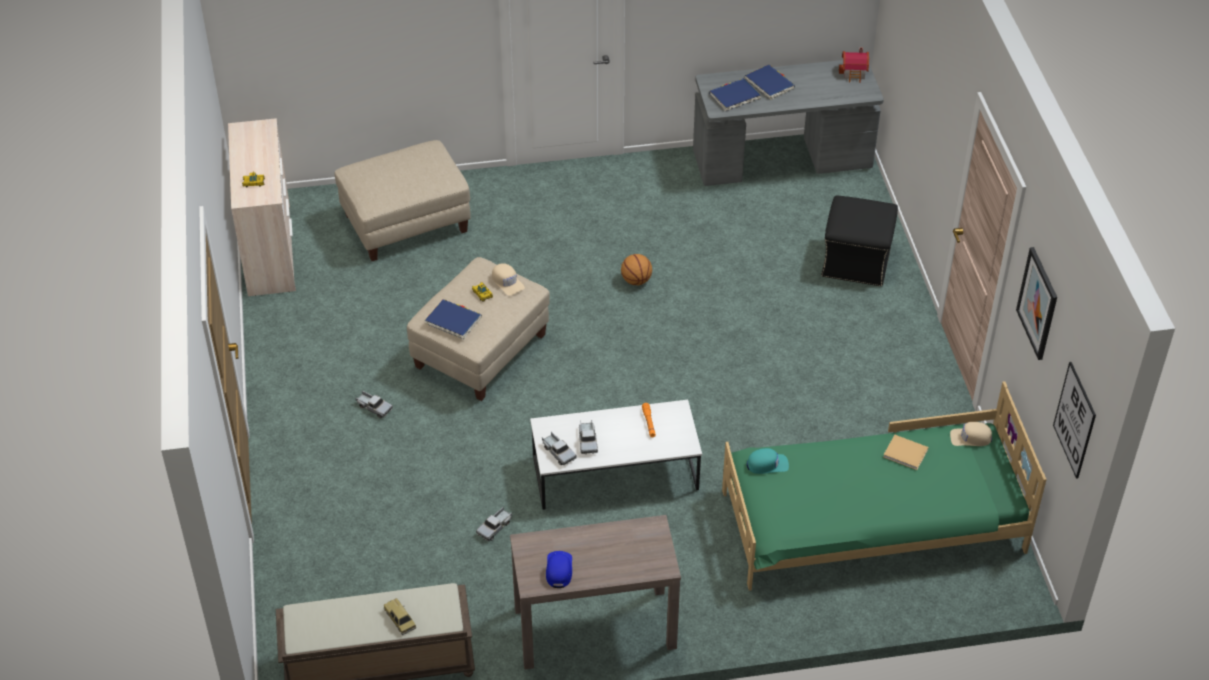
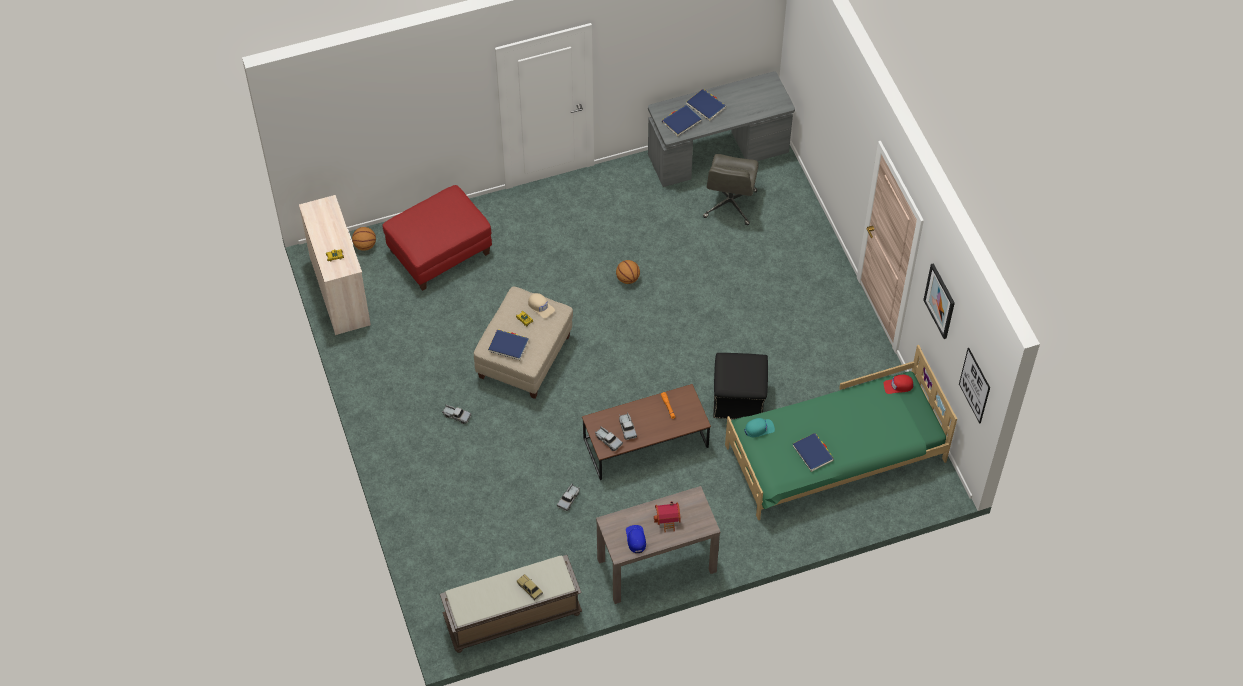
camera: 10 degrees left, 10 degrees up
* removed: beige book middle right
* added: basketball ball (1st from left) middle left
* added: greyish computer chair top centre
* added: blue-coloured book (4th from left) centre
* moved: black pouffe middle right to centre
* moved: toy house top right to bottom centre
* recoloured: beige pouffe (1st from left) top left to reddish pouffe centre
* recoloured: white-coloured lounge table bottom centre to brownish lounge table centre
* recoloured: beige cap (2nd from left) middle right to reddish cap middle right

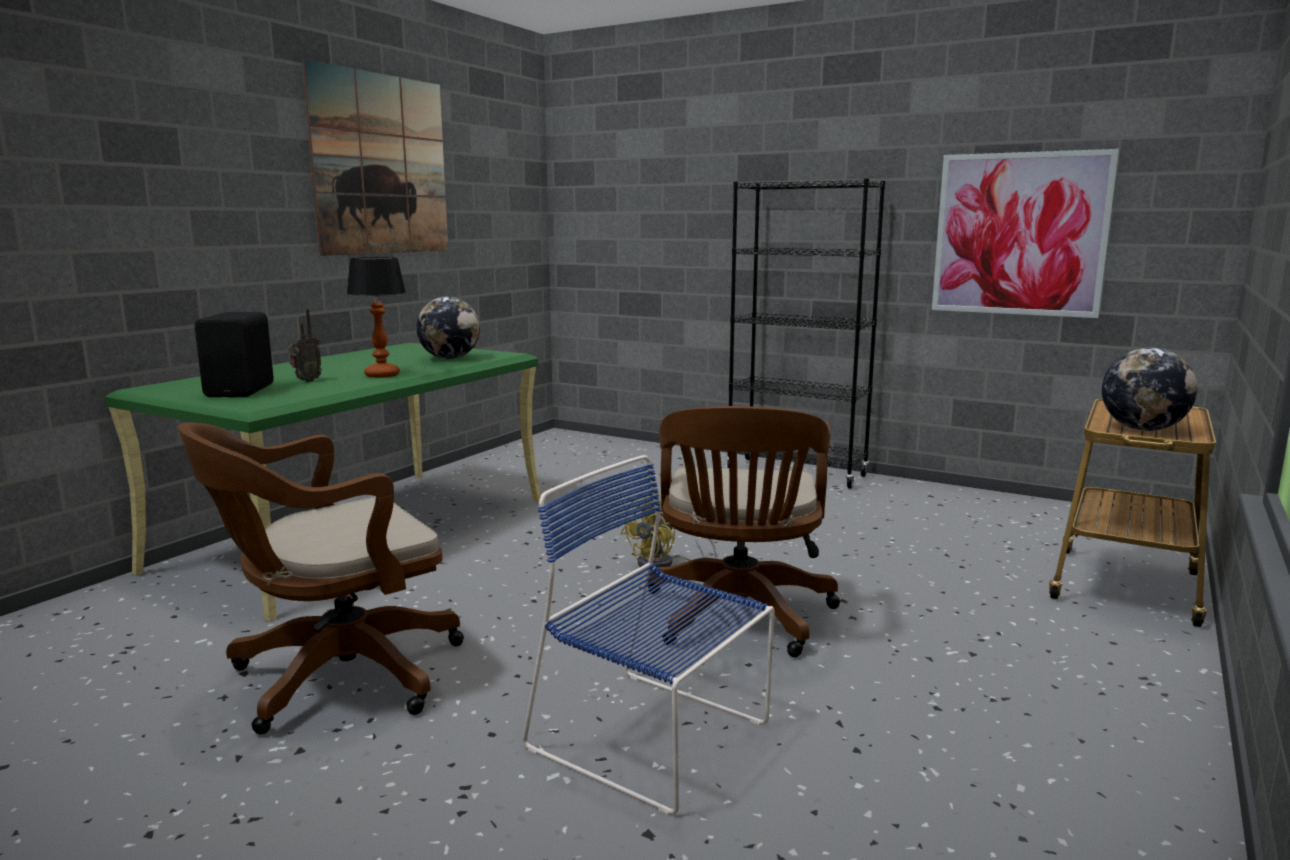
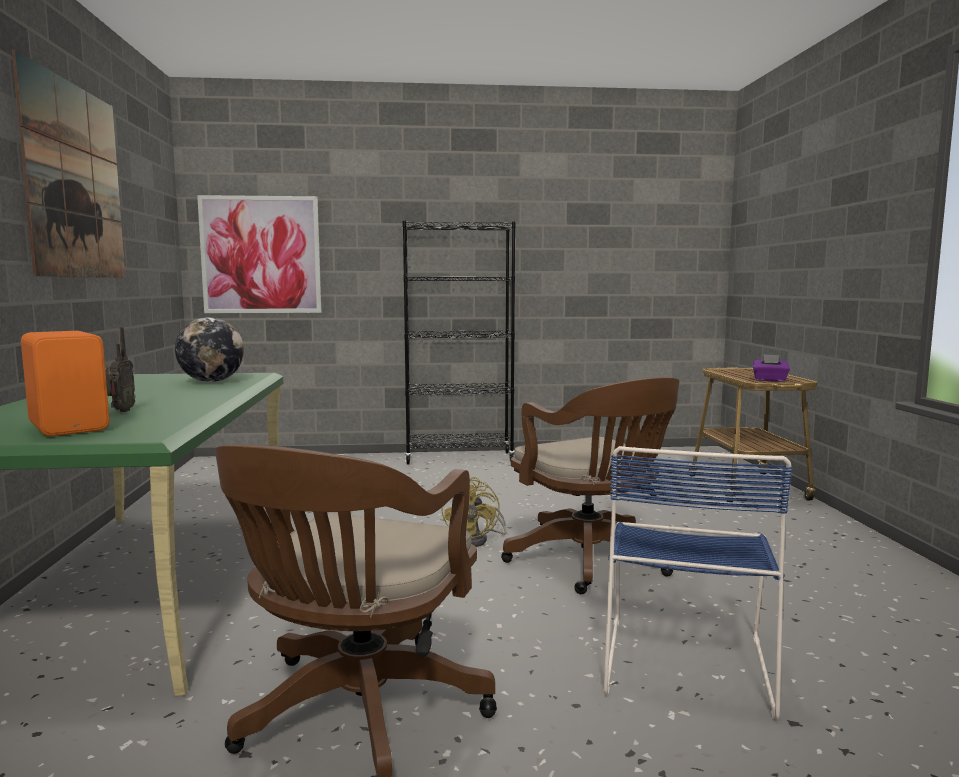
camera: 35 degrees left, 5 degrees down
* removed: lamp for a table middle left
* moved: picture (2nd from left) top right to top left
* replaced: globe (2nd from left) middle right to purple box of tissues middle right
* recoloured: black loudspeaker middle left to orange loudspeaker middle left
* turned: blue-coloured chair bottom centre = bottom right 75 degrees counterclockwise

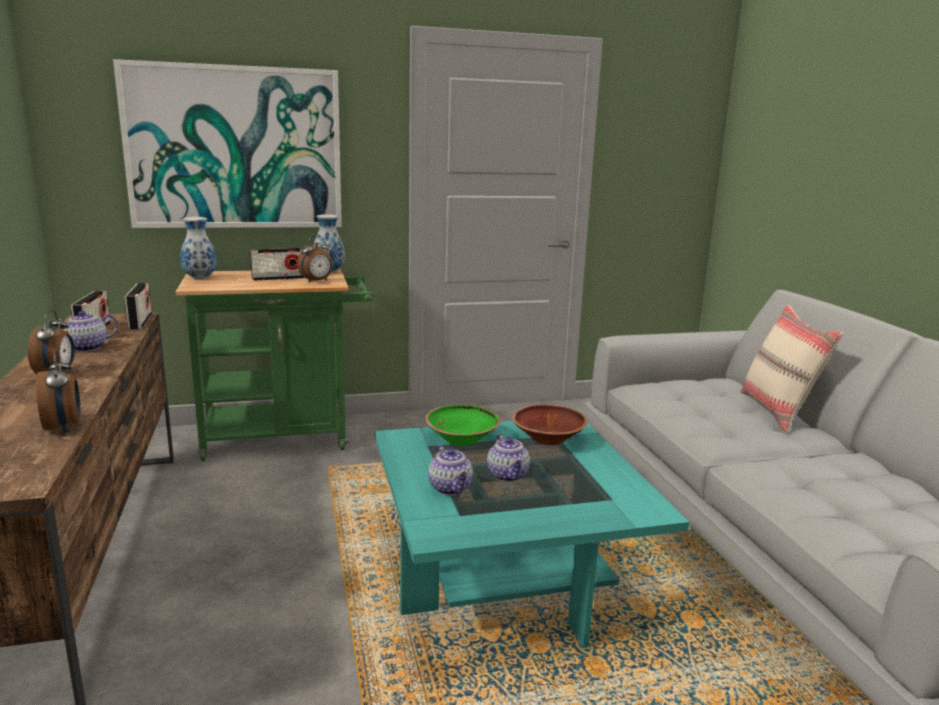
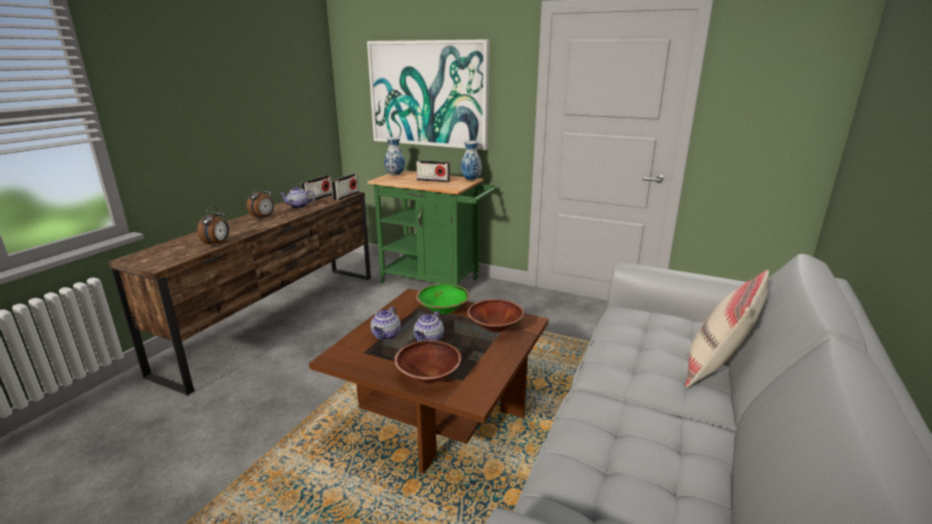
camera: 40 degrees right, 5 degrees up
* removed: bedside clock (3rd from left) centre
* added: brownish deep dish (1st from left) bottom centre
* recoloured: turquoise-coloured lounge table bottom centre to brownish lounge table bottom centre

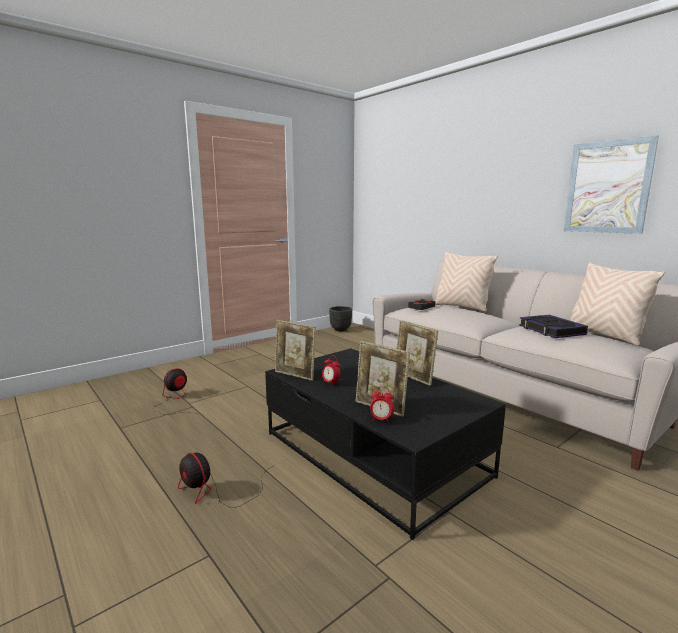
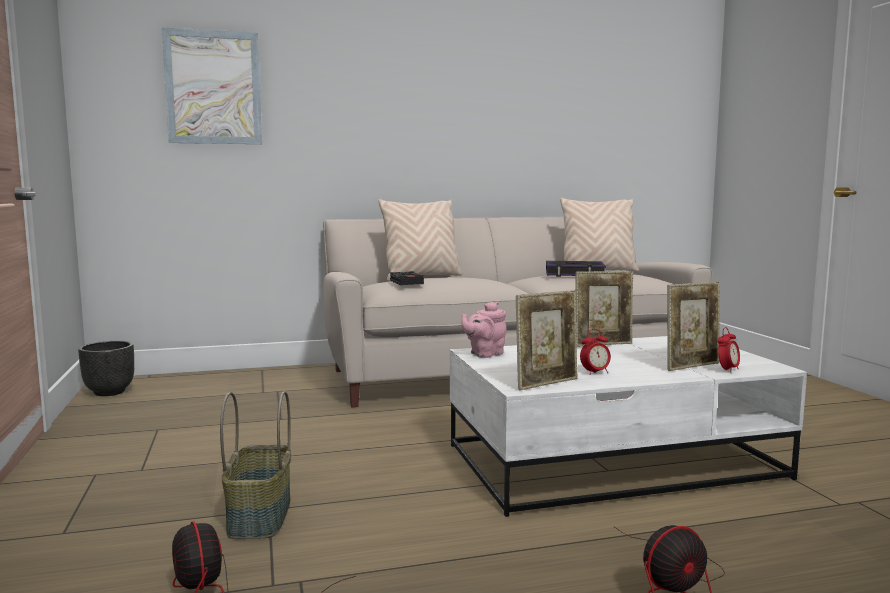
camera: 65 degrees left, 5 degrees down
* added: basket bottom left
* added: pink-coloured pot for tea centre
* moved: picture top right to top left
* recoloured: black lounge table bottom centre to white-coloured lounge table bottom right

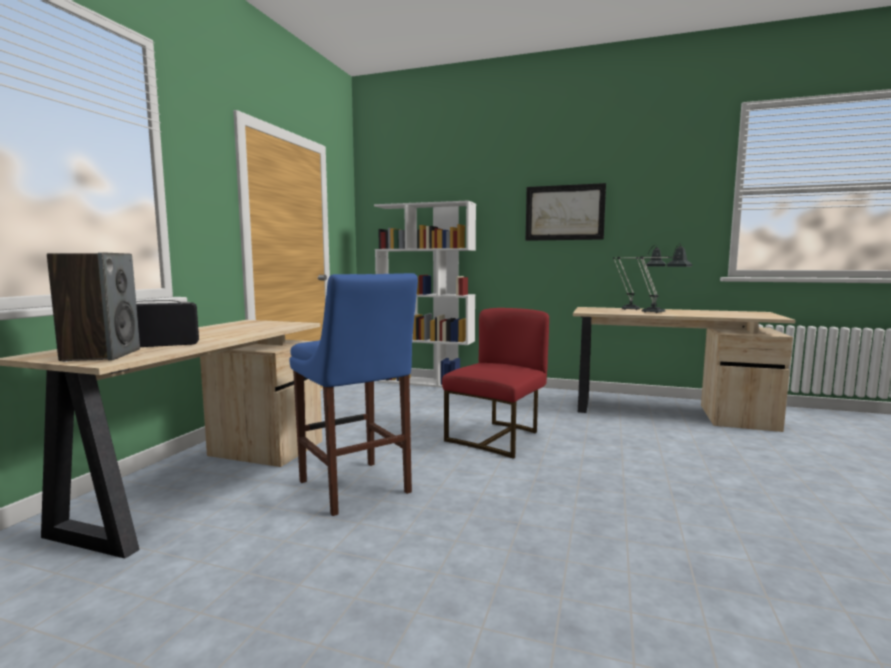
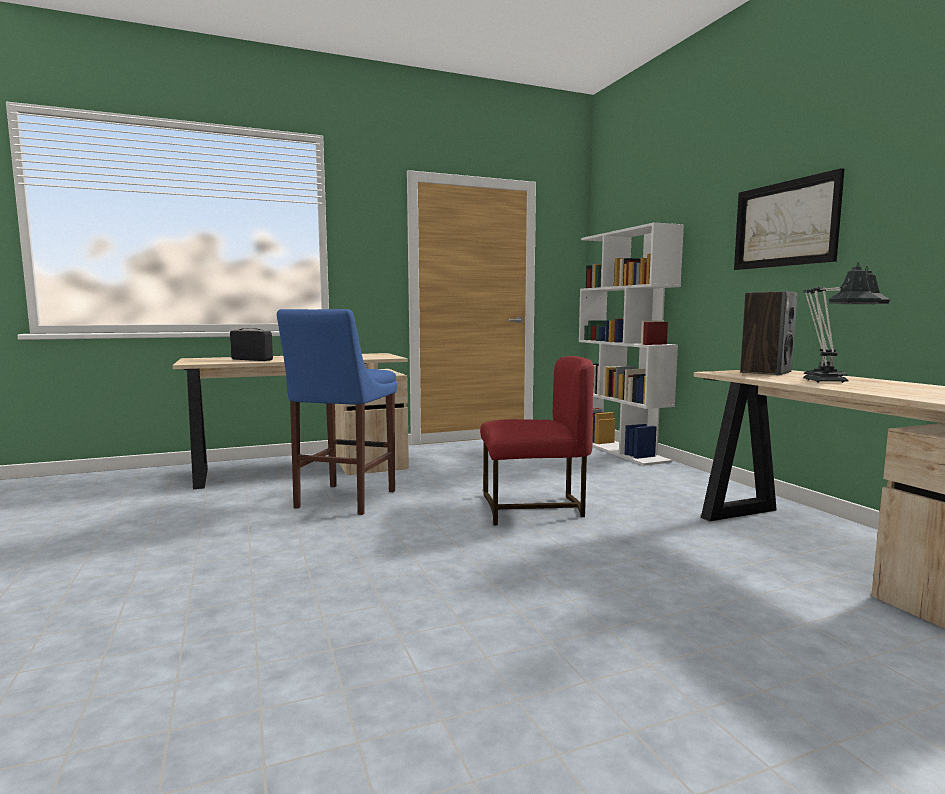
camera: 50 degrees right, 0 degrees up
* moved: loudspeaker middle left to middle right

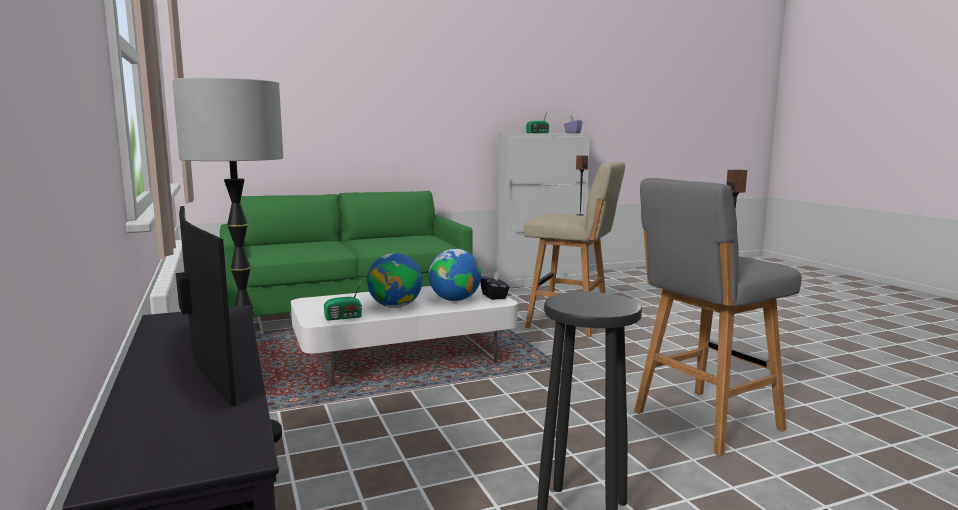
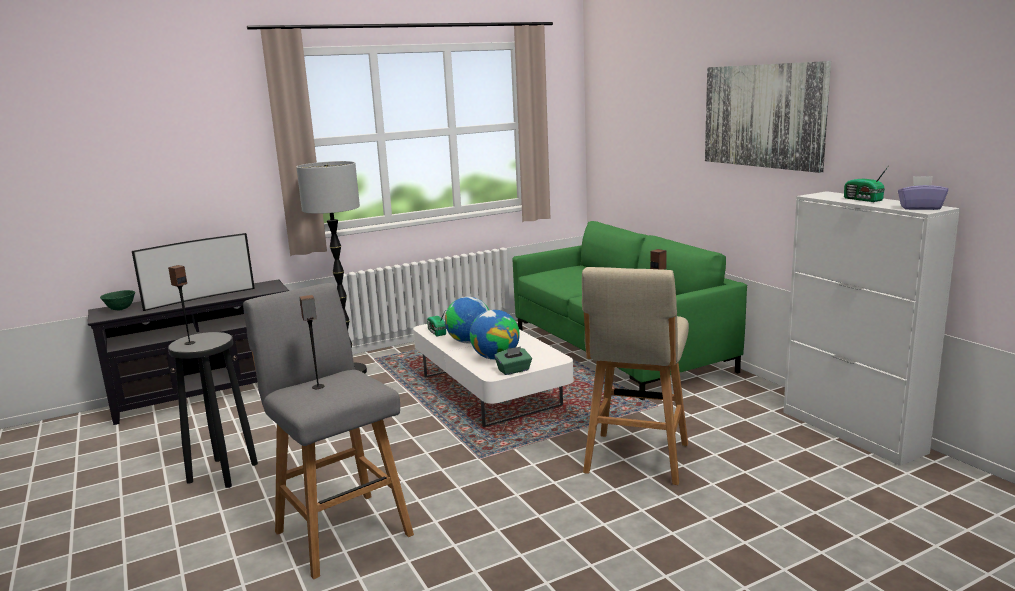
camera: 85 degrees right, 5 degrees up
* added: green-coloured deep dish middle left
* added: loudspeaker (1st from left) middle left
* added: picture top right
* recoloured: black box of tissues centre to green-coloured box of tissues centre

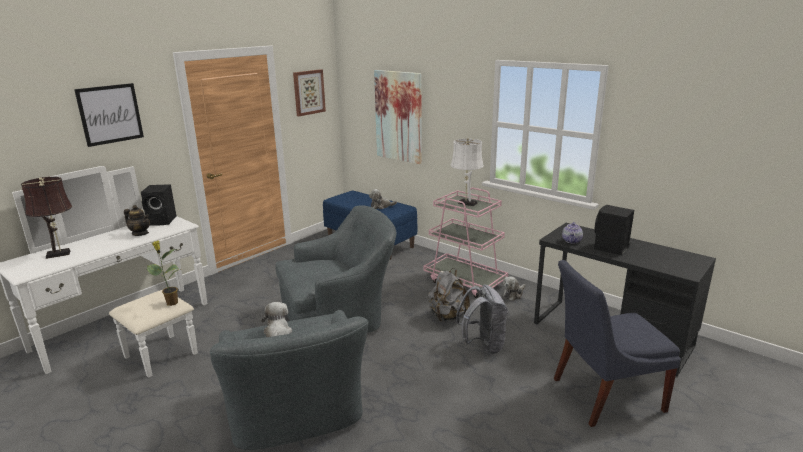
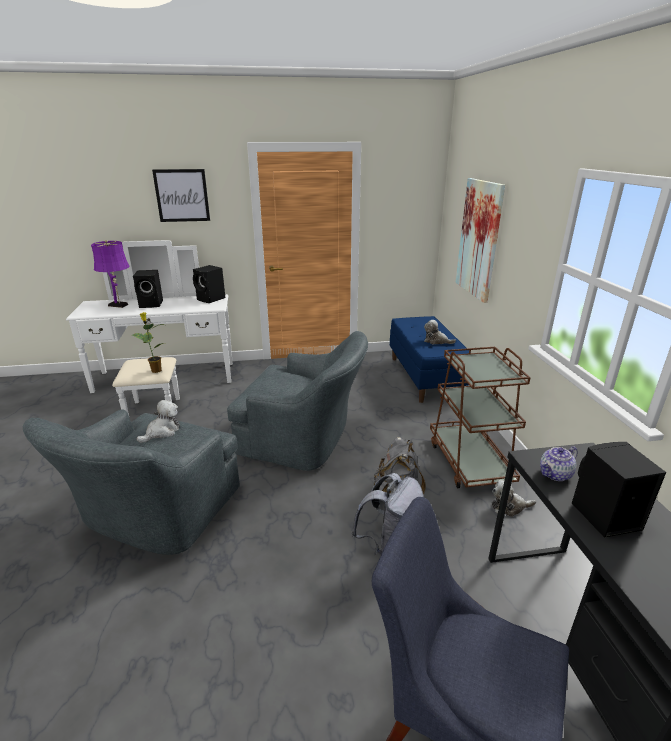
camera: 40 degrees right, 5 degrees up
* removed: pot for tea (1st from left) middle left
* removed: picture (2nd from left) top centre
* removed: white-coloured lamp for a table centre
* added: black loudspeaker (1st from left) middle left
* recoloured: brownish lamp for a table middle left to purple lamp for a table middle left
* recoloured: pink-coloured trolley centre to brownish trolley middle right

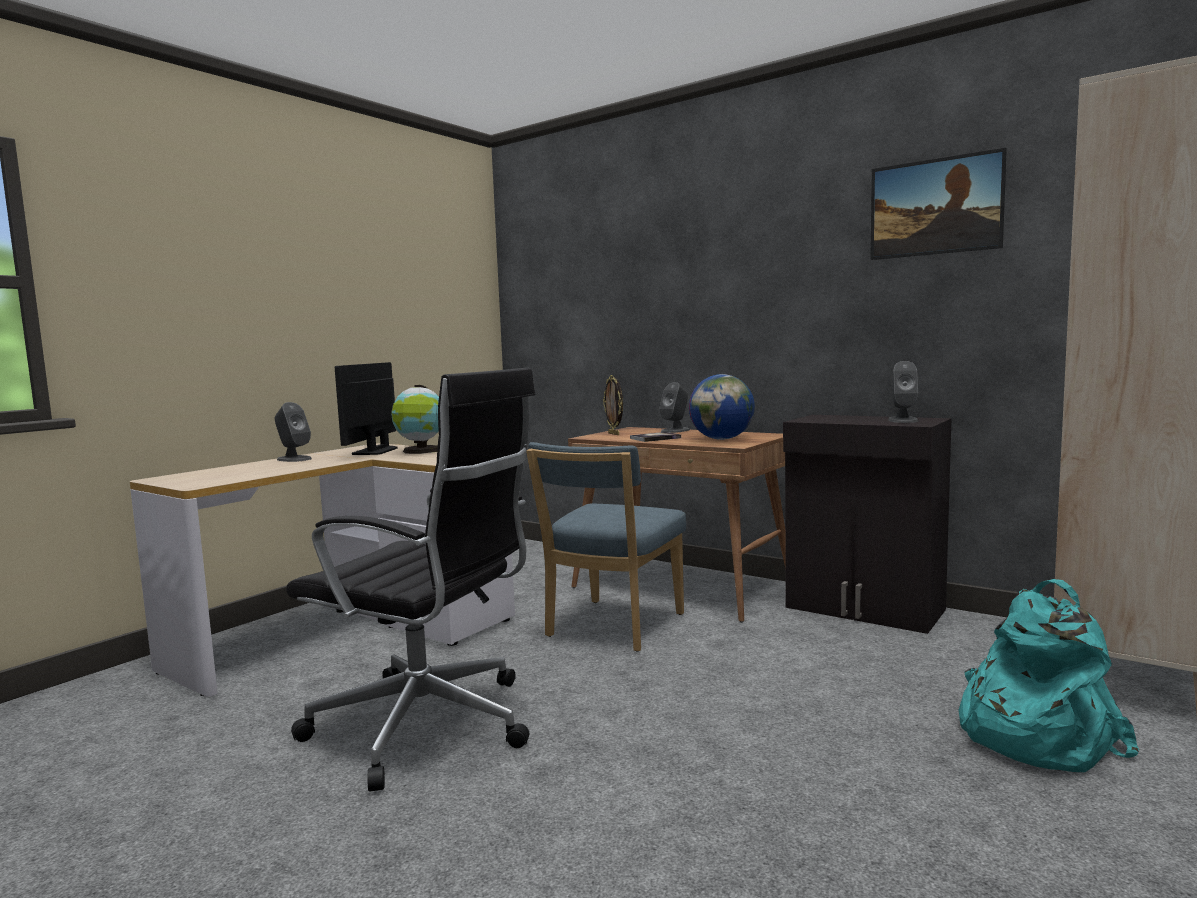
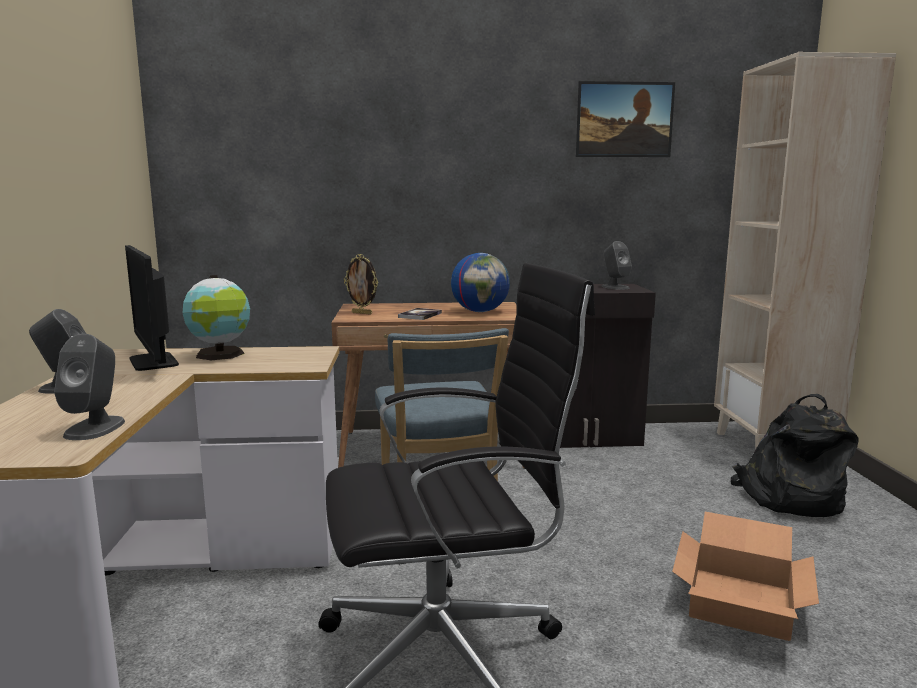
camera: 40 degrees left, 5 degrees up
* added: cardboard box bottom right
* moved: greyish loudspeaker (2nd from left) centre to middle left
* recoloured: turquoise-coloured rucksack bottom right to black rucksack middle right

